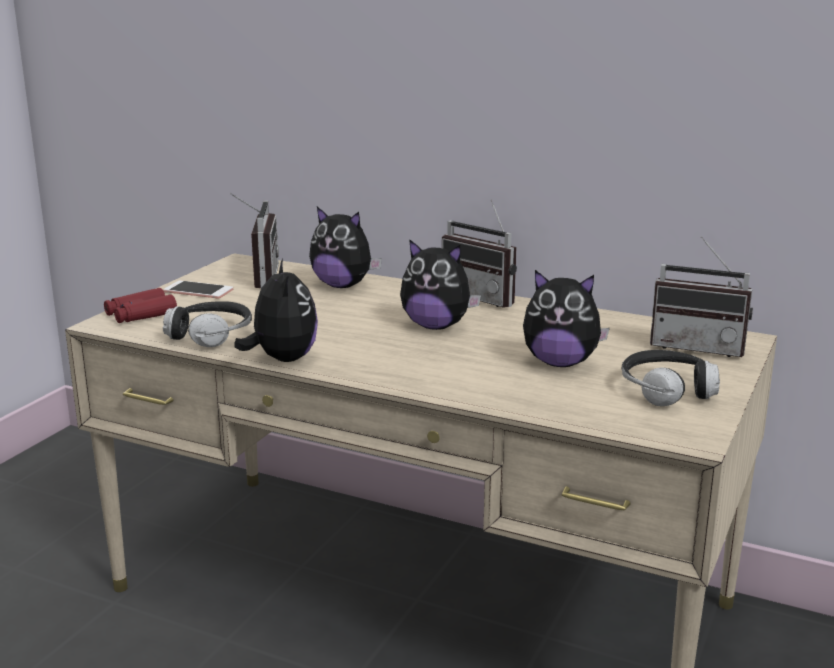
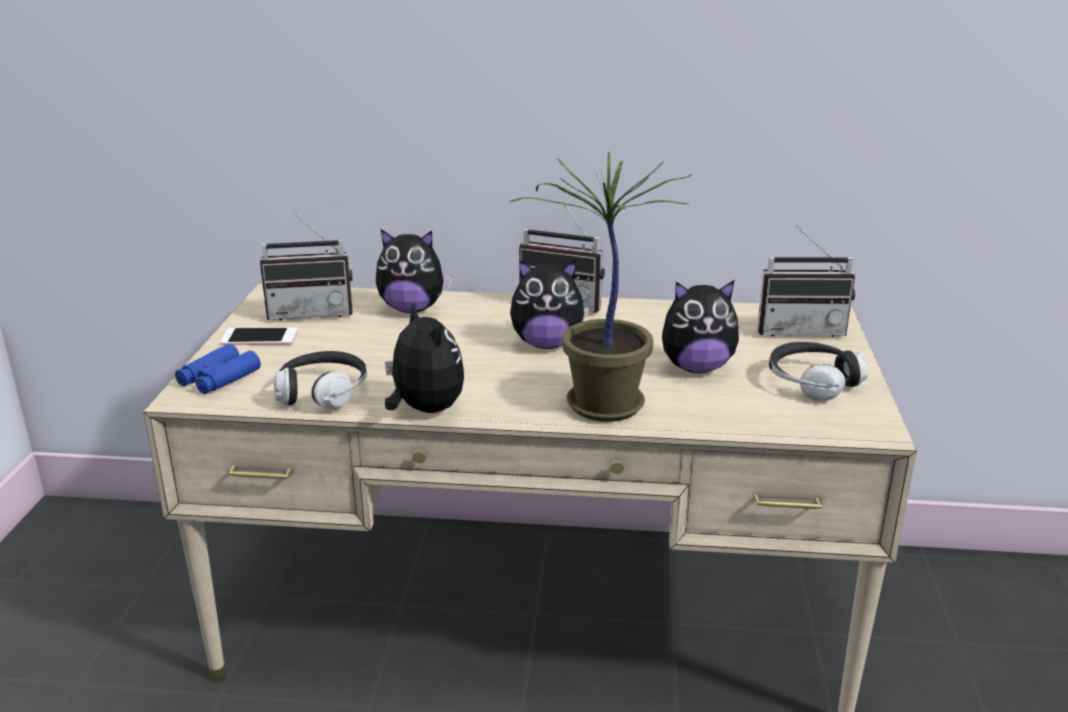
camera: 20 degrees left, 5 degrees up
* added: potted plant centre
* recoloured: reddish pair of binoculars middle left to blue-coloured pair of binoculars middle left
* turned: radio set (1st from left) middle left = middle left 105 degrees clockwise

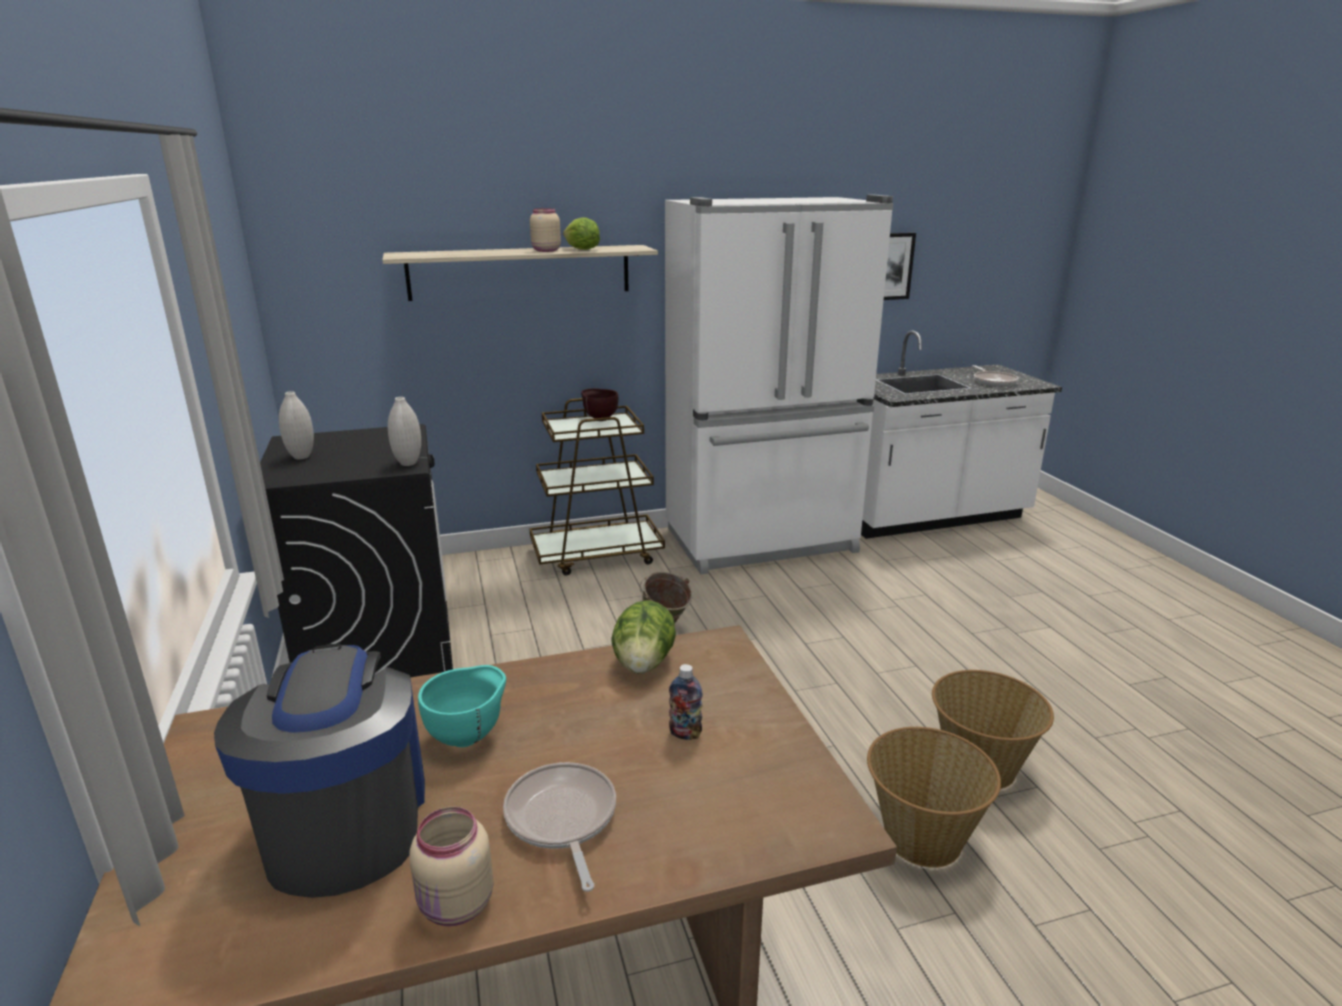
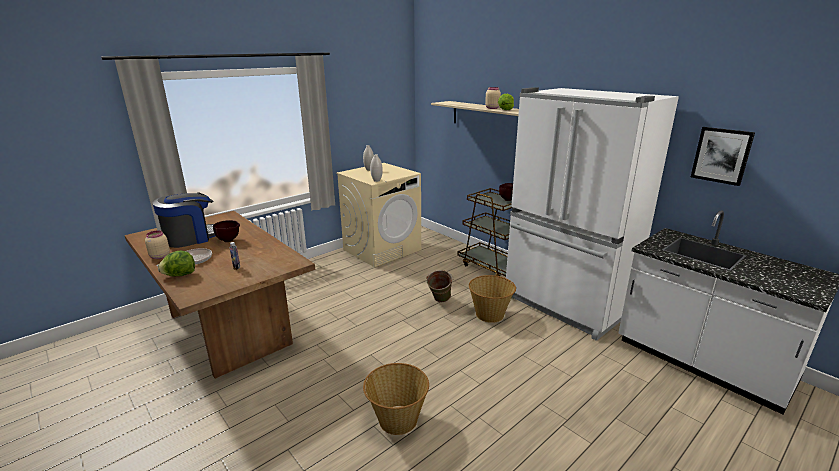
camera: 65 degrees right, 0 degrees up
* removed: frying pan (2nd from left) middle right
* moved: lettuce (2nd from left in the first image) centre to lettuce (1st from left) middle left
* moved: basket (1st from left in the first image) bottom right to basket (2nd from left) centre
* recoloured: black laundry appliance middle left to beige laundry appliance centre
* recoloured: turquoise-coloured deep dish bottom centre to brownish deep dish (1st from left) middle left

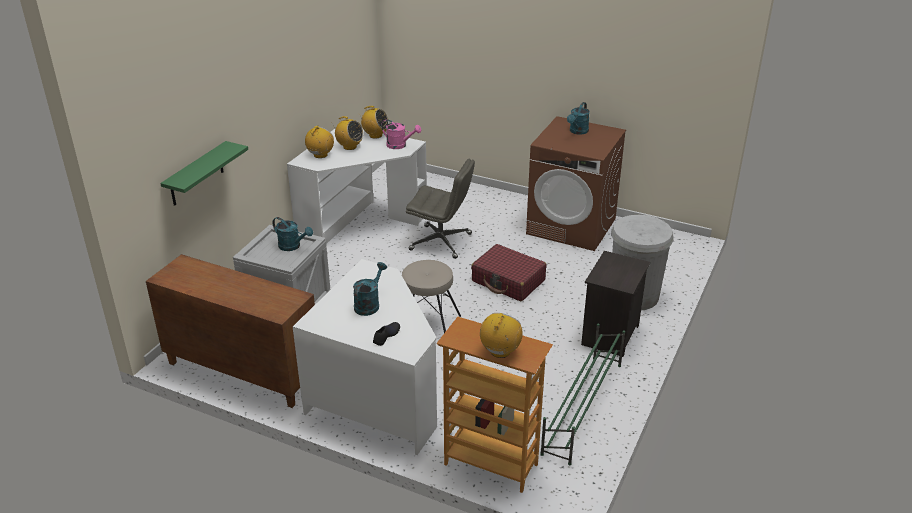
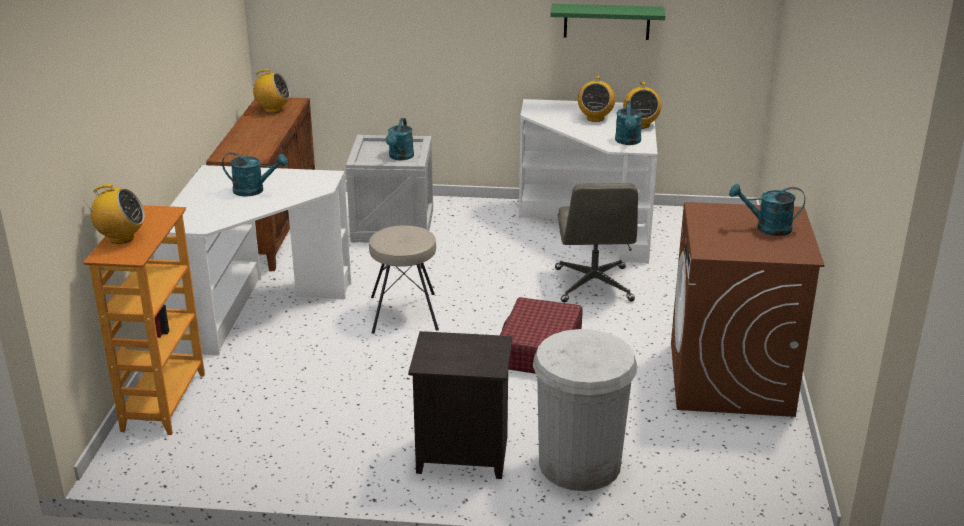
camera: 70 degrees right, 5 degrees down
* removed: black item of footwear centre
* removed: green-coloured shoe shelf bottom centre
* moved: green-coloured bracket shelf middle left to top centre
* moved: radio set (1st from left in the first image) top centre to radio set (2nd from left) top left
* recoloured: pink-coloured watering can top centre to turquoise-coloured watering can (3rd from left) top centre

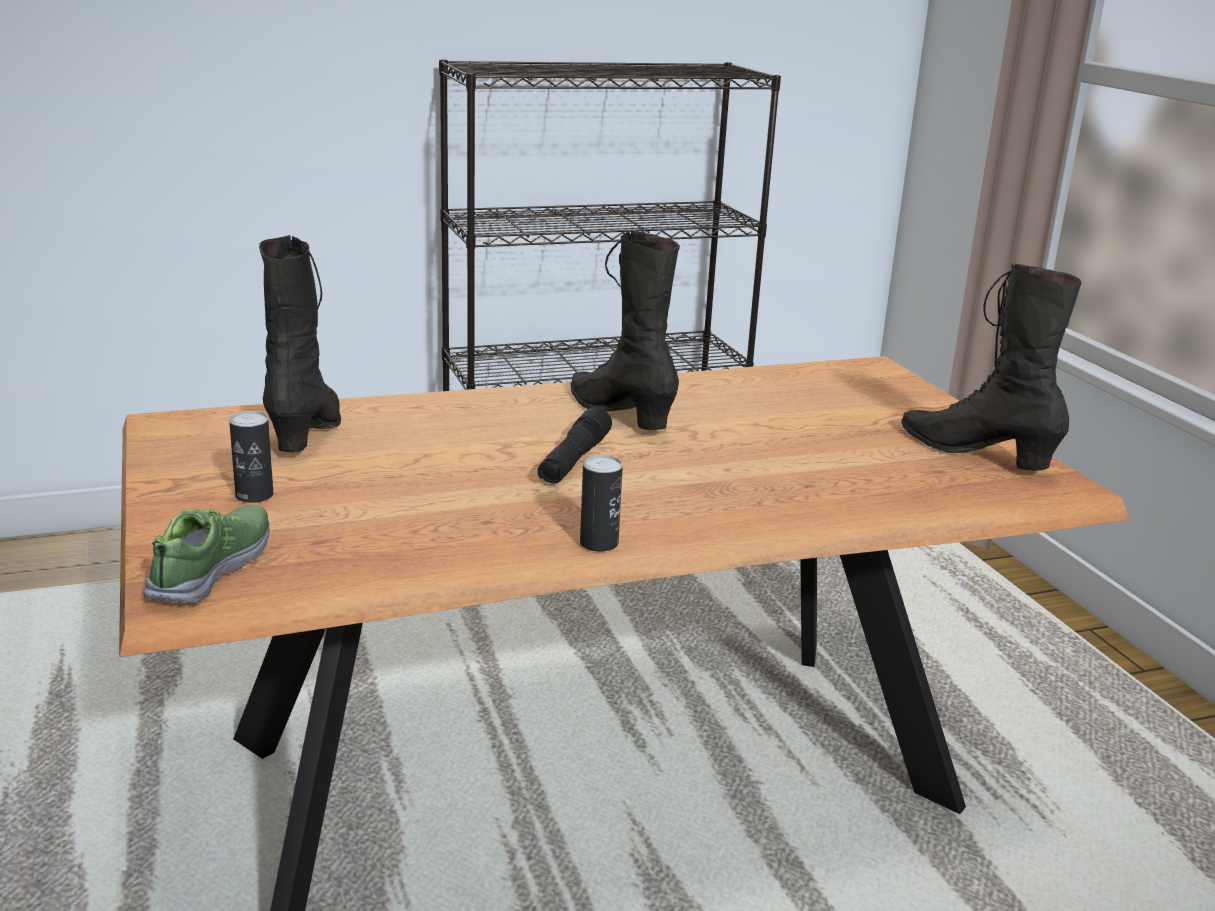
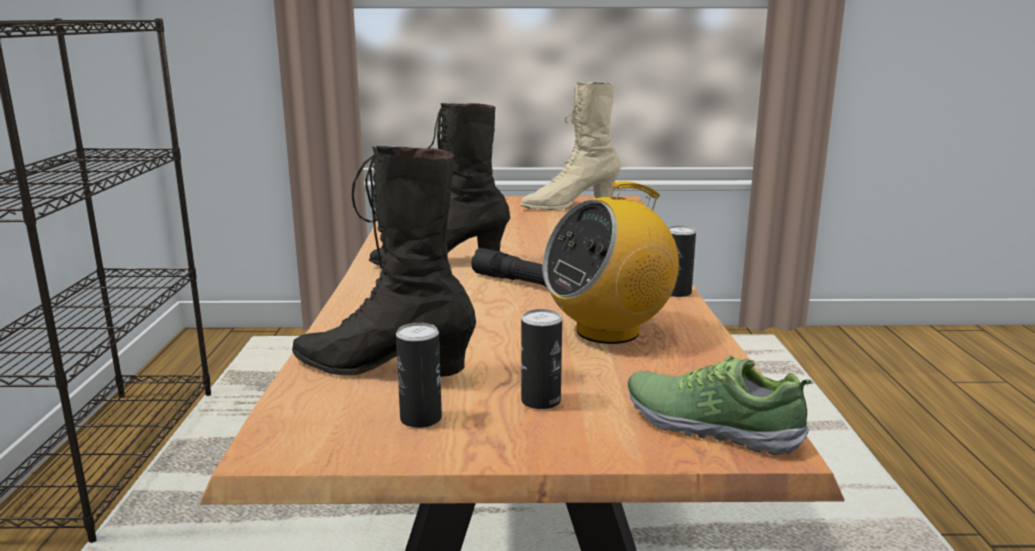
camera: 70 degrees left, 5 degrees down
* added: sealed can (1st from left) bottom centre
* added: radio set centre
* recoloured: black high-top boot (3rd from left) middle right to beige high-top boot top centre

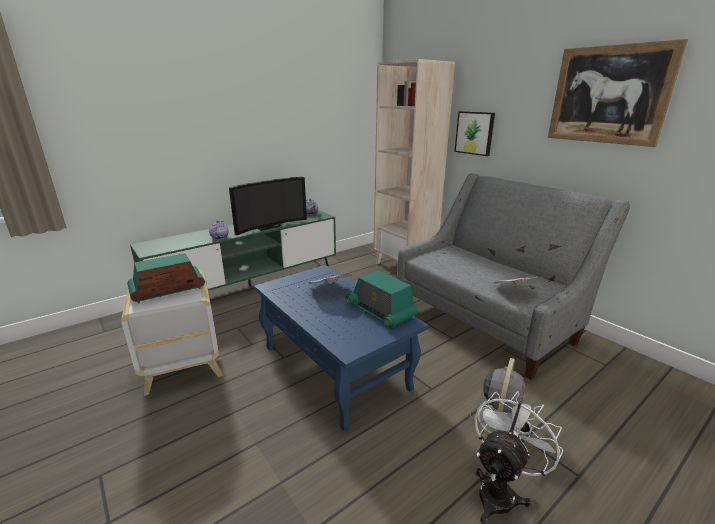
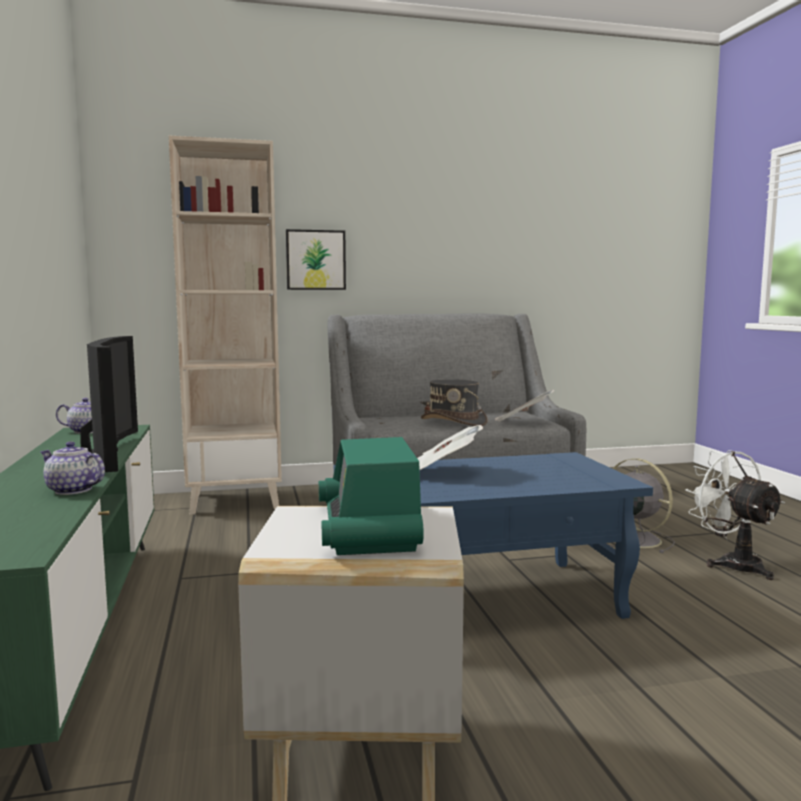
camera: 65 degrees left, 15 degrees down
* removed: radio set (2nd from left) centre
* removed: picture (2nd from left) top right
* added: greyish clothing hat centre

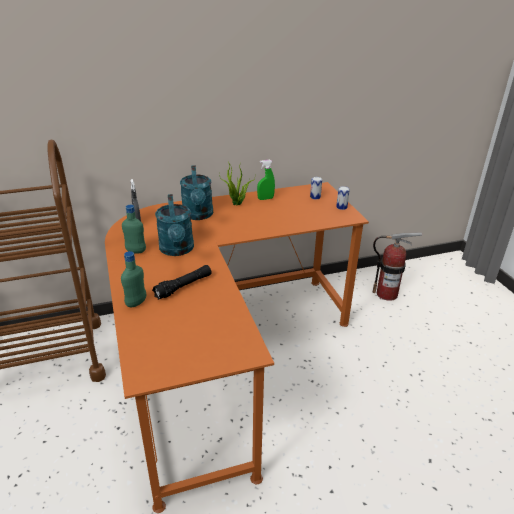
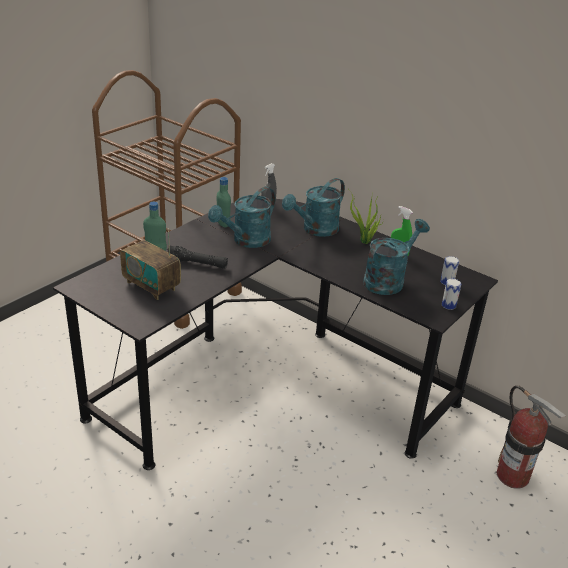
camera: 55 degrees right, 0 degrees up
* added: radio set middle left
* added: turquoise-coloured watering can (3rd from left) middle right
* recoloured: orange desk unit bottom centre to black desk unit centre

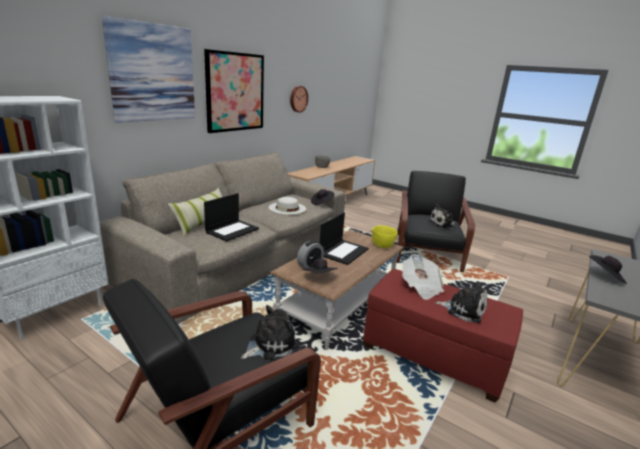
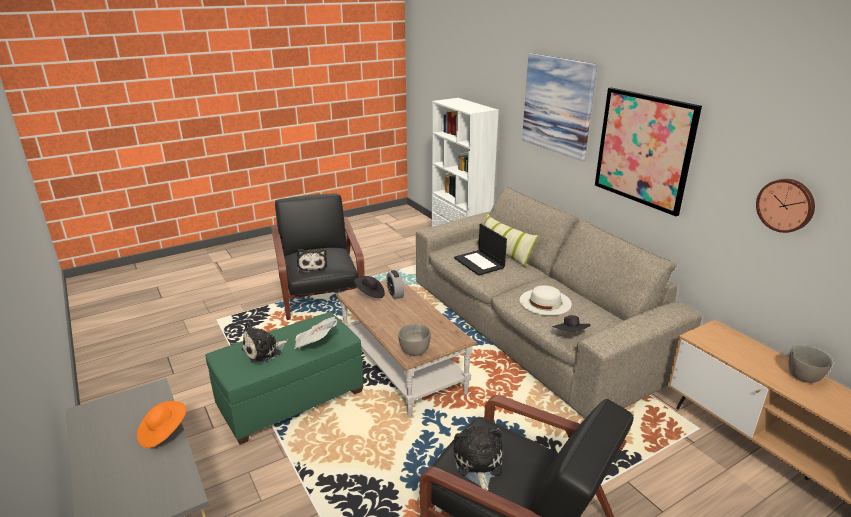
camera: 115 degrees right, 5 degrees up
* removed: notebook computer (2nd from left) centre
* recoloured: reddish pouffe bottom right to green-coloured pouffe bottom centre
* recoloured: yellowish deep dish centre to greyish deep dish (1st from left) centre
* recoloured: black clothing hat (3rd from left) middle right to orange clothing hat bottom left

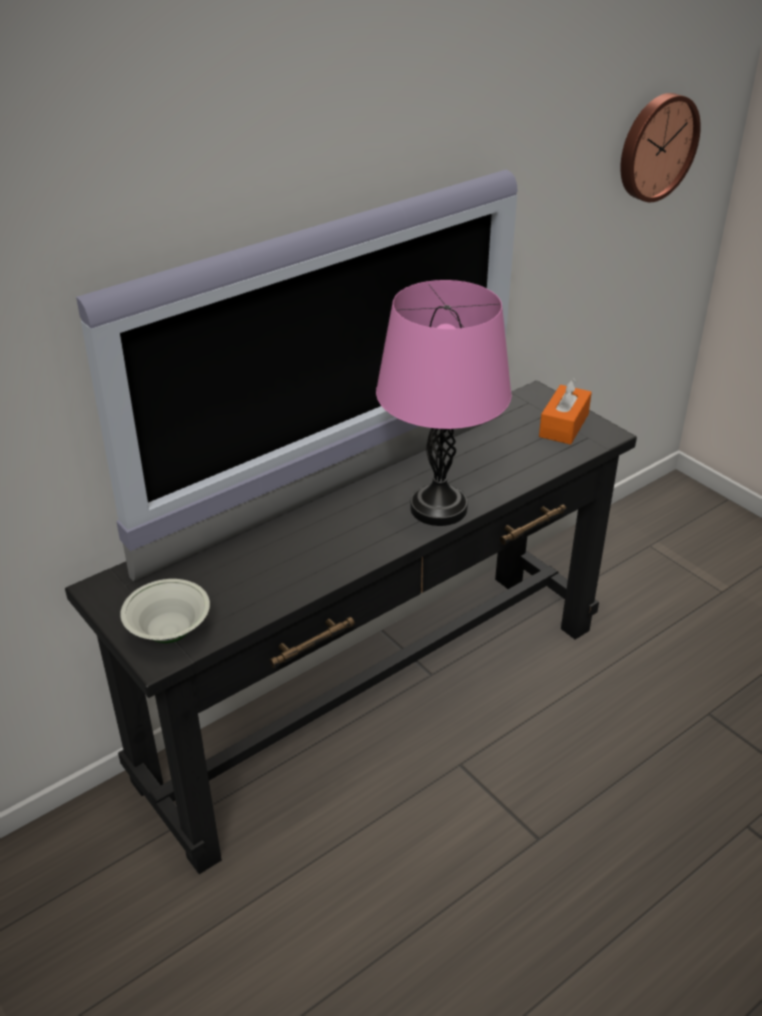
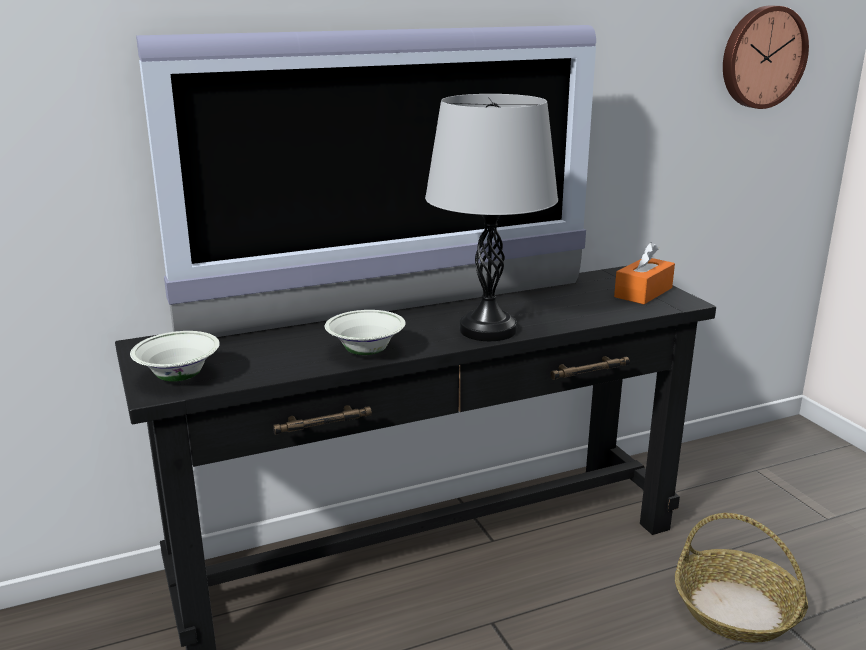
camera: 15 degrees right, 15 degrees down
* added: white-coloured deep dish (2nd from left) centre
* added: basket bottom right
* recoloured: pink-coloured lamp for a table centre to greyish lamp for a table centre

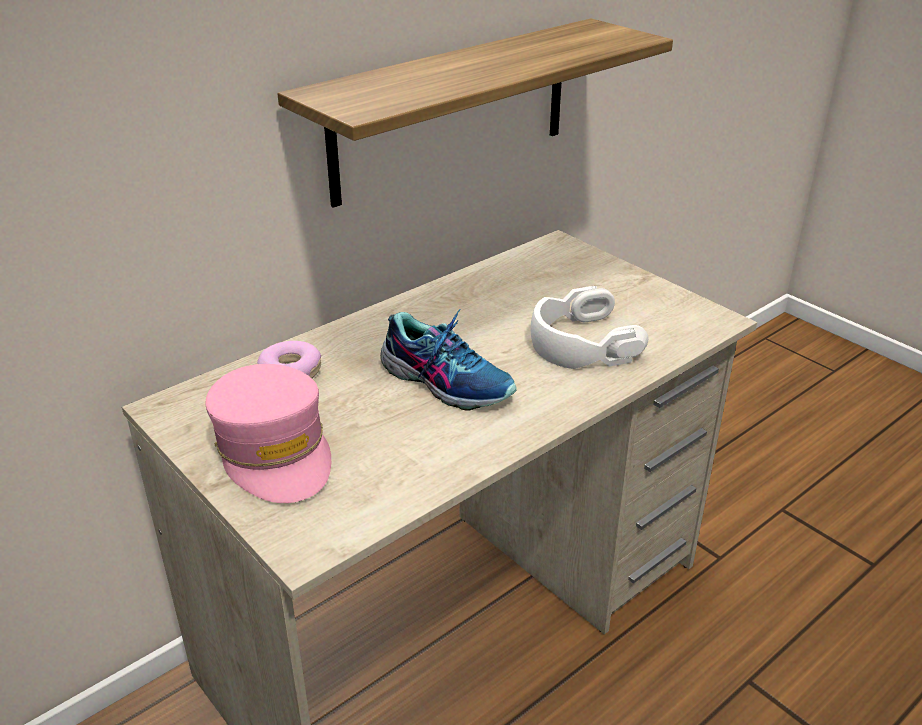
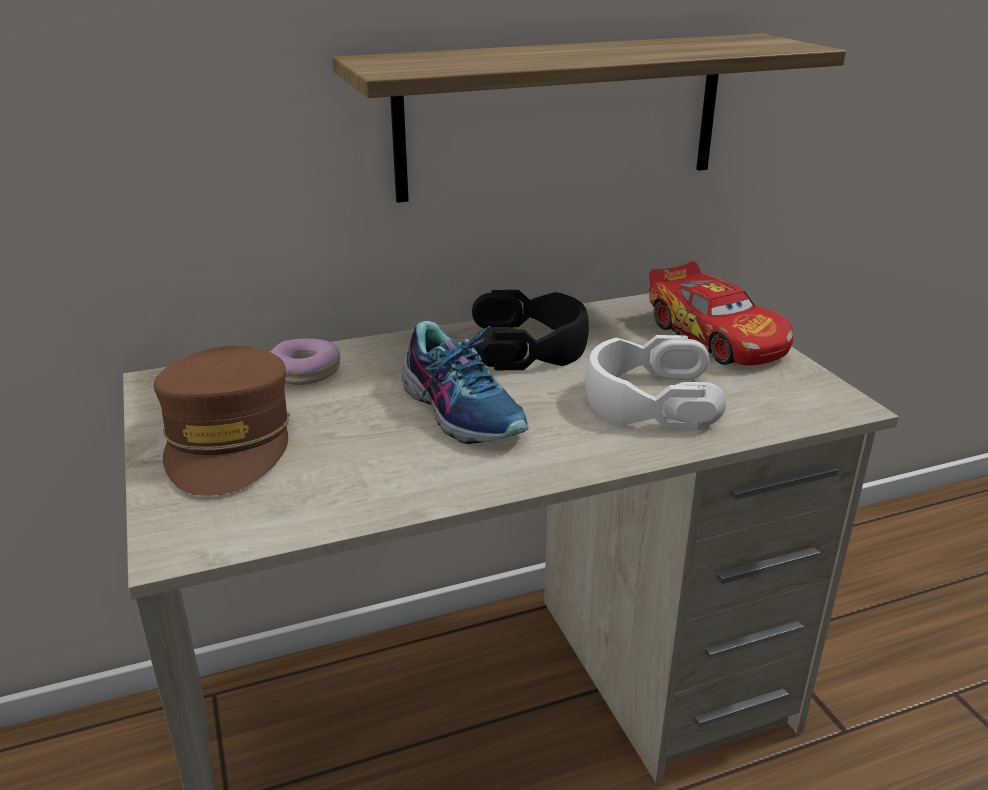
camera: 20 degrees right, 5 degrees down
* added: black headphones centre
* added: toy car middle right
* recoloured: pink-coloured cap middle left to brownish cap middle left

